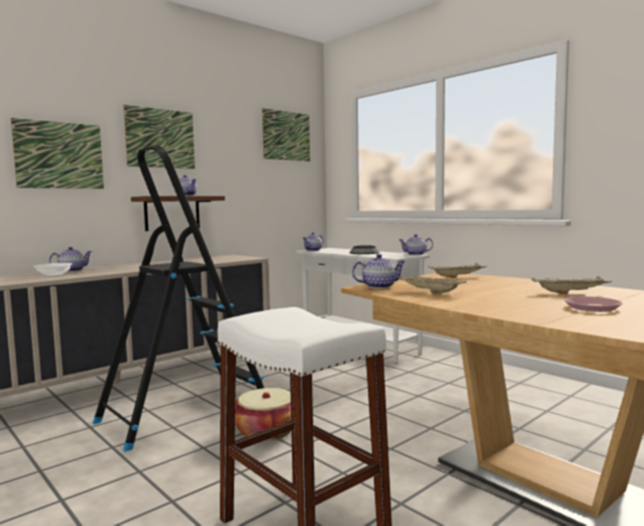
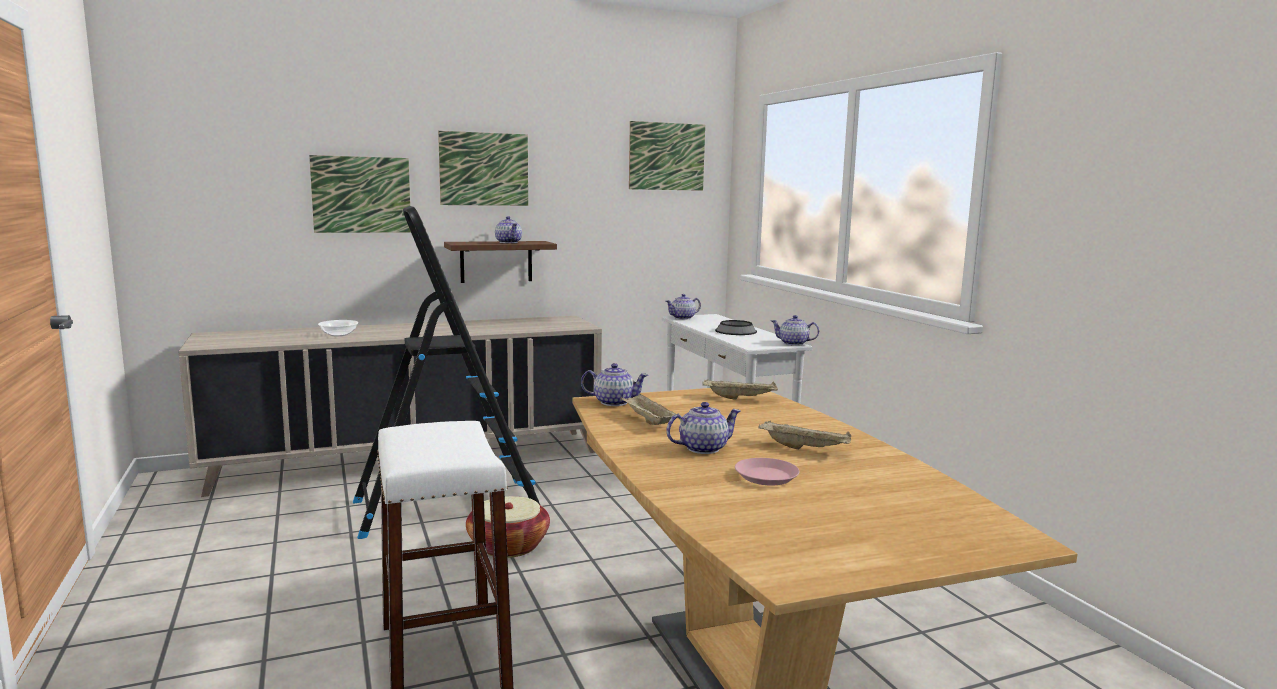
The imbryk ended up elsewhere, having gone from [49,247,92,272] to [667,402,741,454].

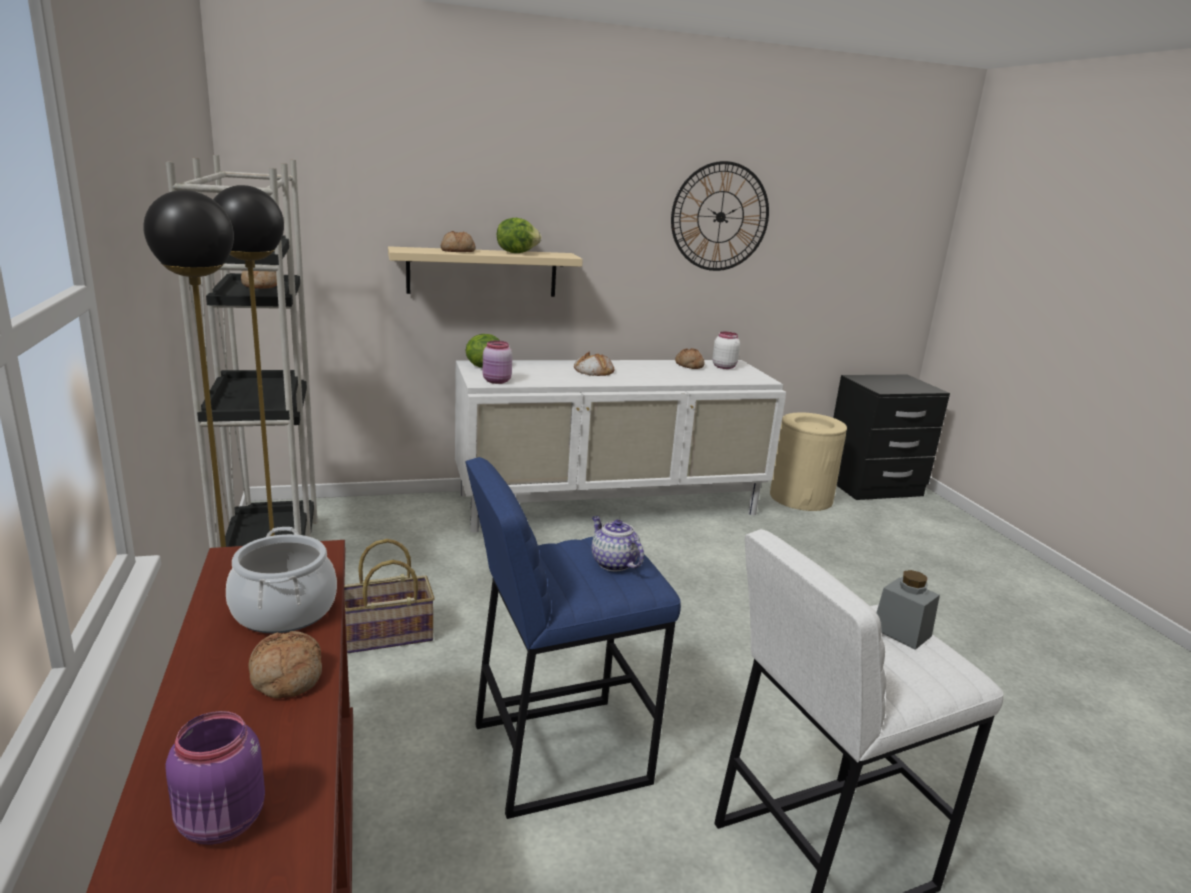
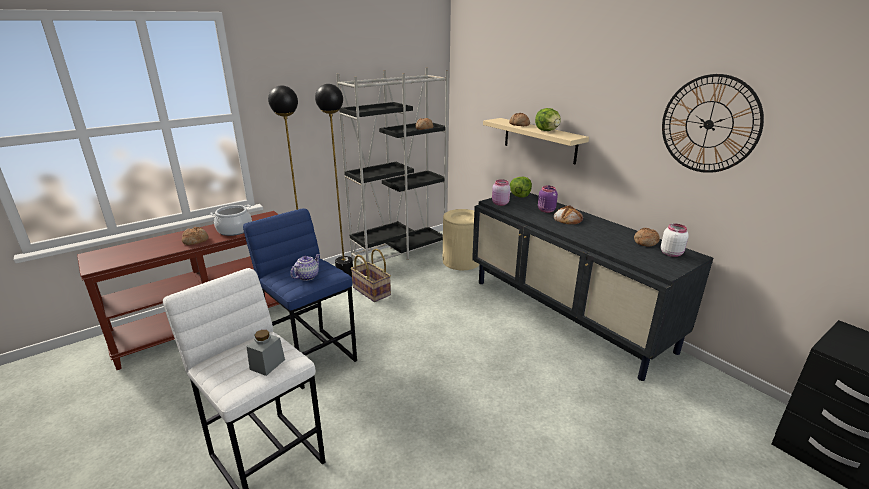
The słoik [fioletowy] ended up elsewhere, having gone from [165,711,265,845] to [538,186,558,213]. What was the szafka [biały] at [455,360,786,533] turned into the szafka [czarny] at [472,192,713,381]. The kosz na śmieci [beżowy] ended up elsewhere, having gone from [770,412,847,511] to [442,209,480,270].

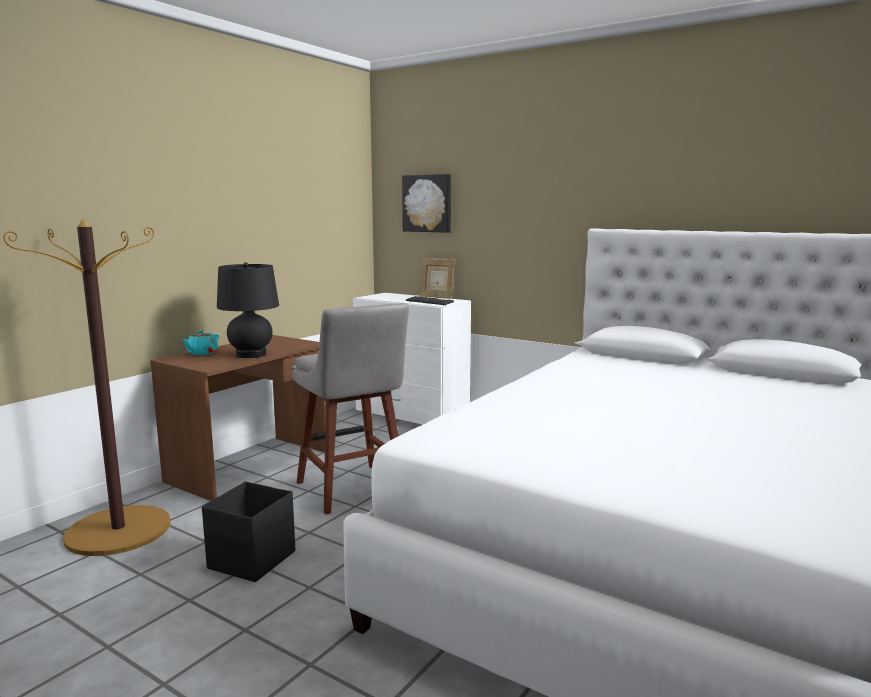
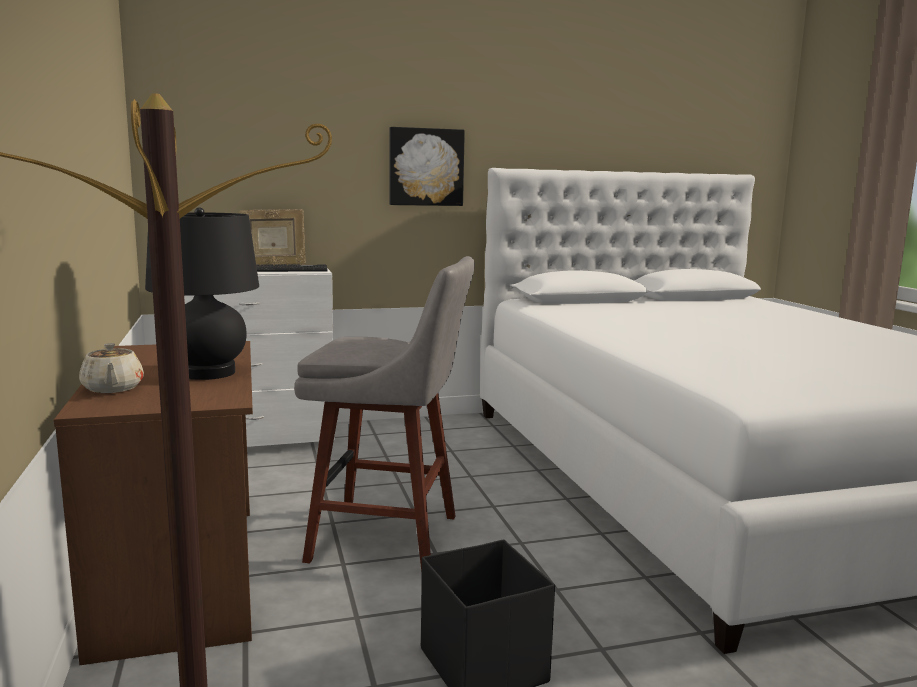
What was the imbryk [turkusowy] at [182,330,219,355] turned into the imbryk [beżowy] at [79,343,144,393]. The obraz ended up elsewhere, having gone from [402,174,451,233] to [389,127,465,206].

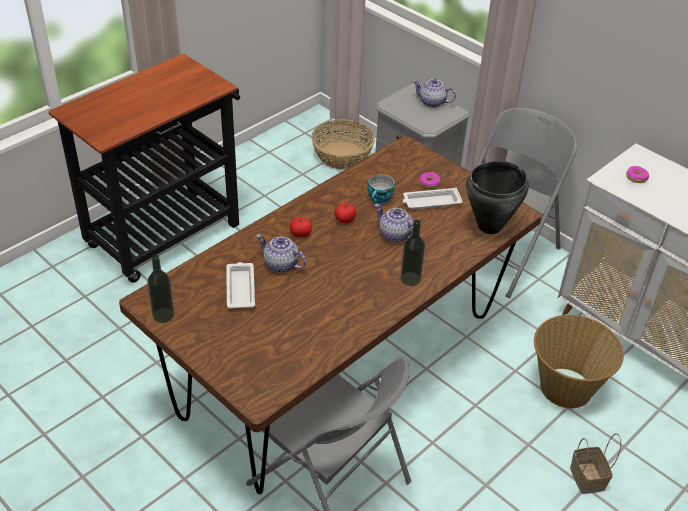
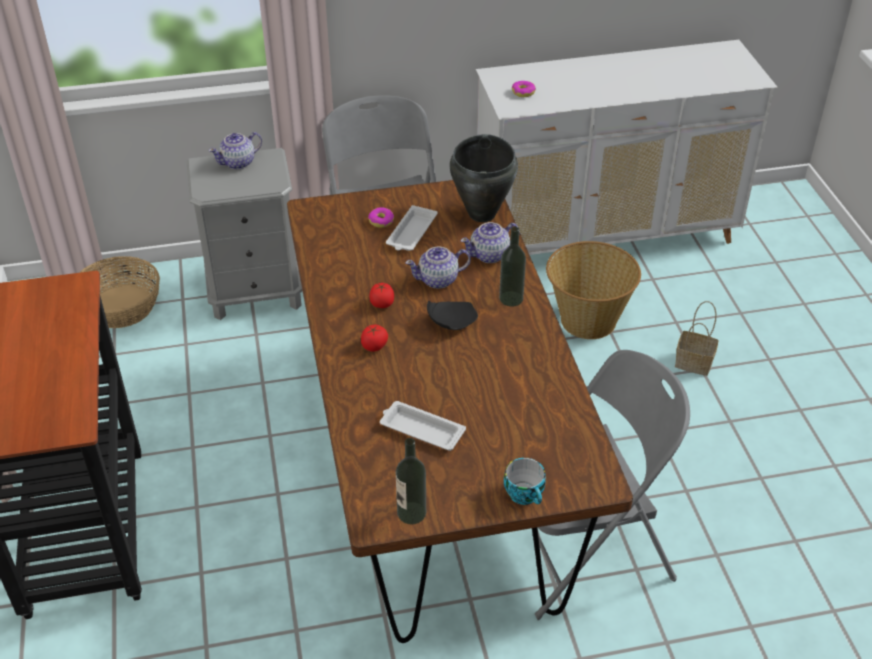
The imbryk ended up elsewhere, having gone from [256,234,307,273] to [461,222,520,263]. The filiżanka ended up elsewhere, having gone from [367,174,395,204] to [504,458,546,505]. The second view gained the talerz [czarny] at [427,301,478,330].

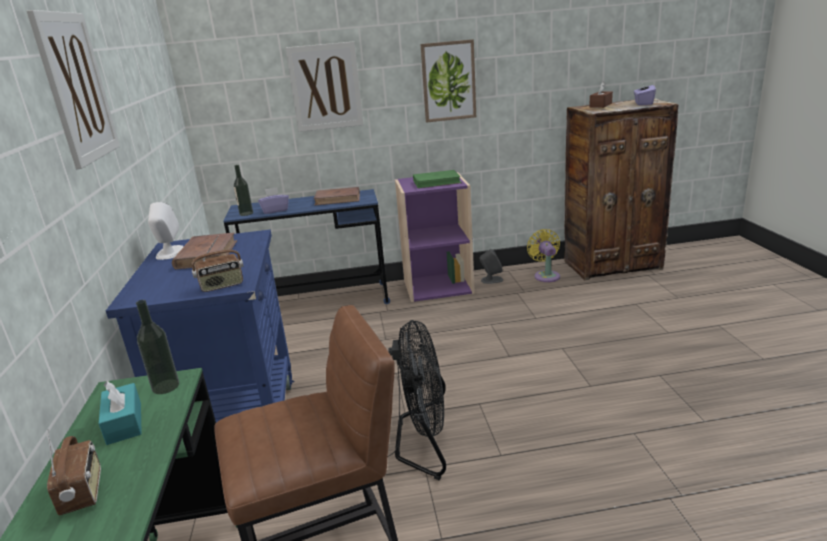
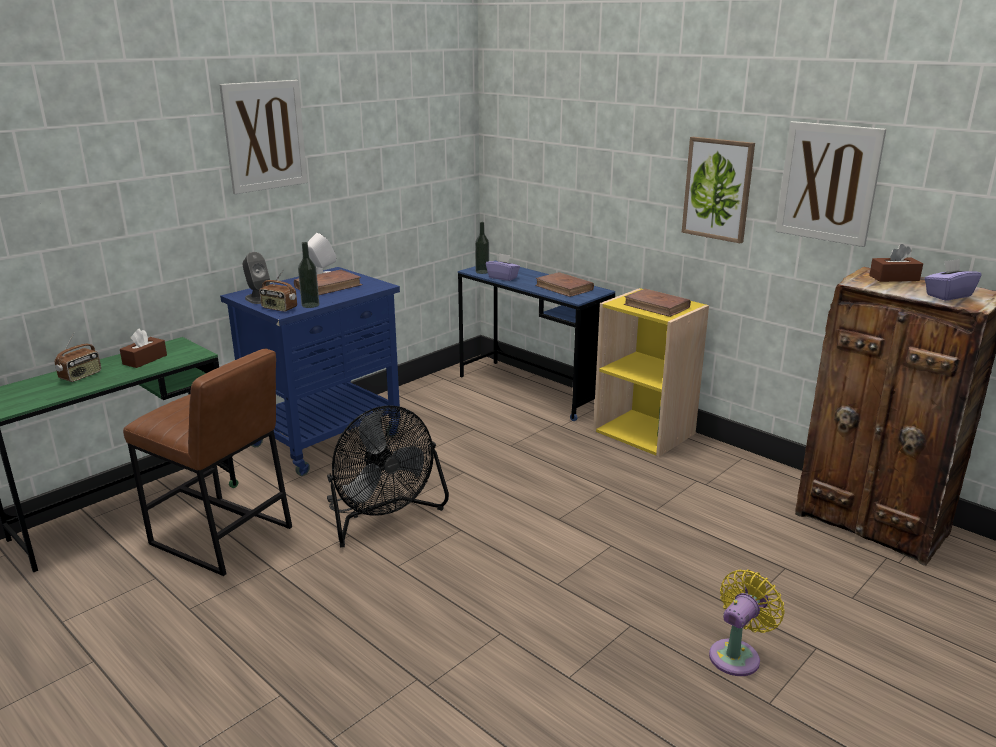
What was the pudełko chusteczek [turkusowy] at [99,381,142,445] turned into the pudełko chusteczek [brązowy] at [120,329,167,368]. The butelka ended up elsewhere, having gone from [136,300,179,394] to [298,242,319,308]. The obraz ended up elsewhere, having gone from [286,41,364,132] to [775,121,886,247]. What was the regał [fioletowy] at [395,172,475,302] turned into the regał [żółty] at [593,288,709,457]. What was the książka [zielony] at [413,170,462,188] turned into the książka [brązowy] at [624,289,691,317]. The głośnik [szary] ended up elsewhere, having gone from [480,249,503,284] to [243,252,270,304]. The wentylator [żółty] ended up elsewhere, having gone from [527,229,560,282] to [709,569,785,676].

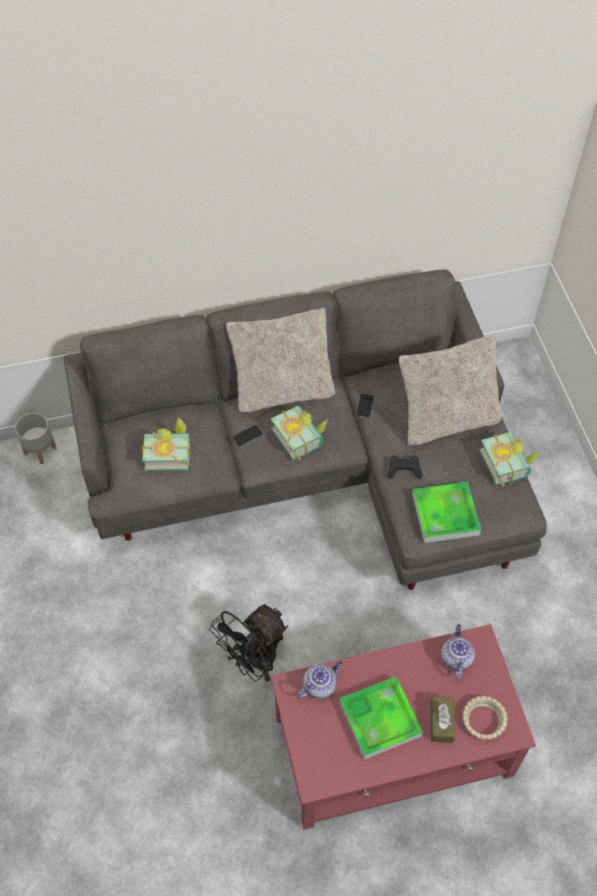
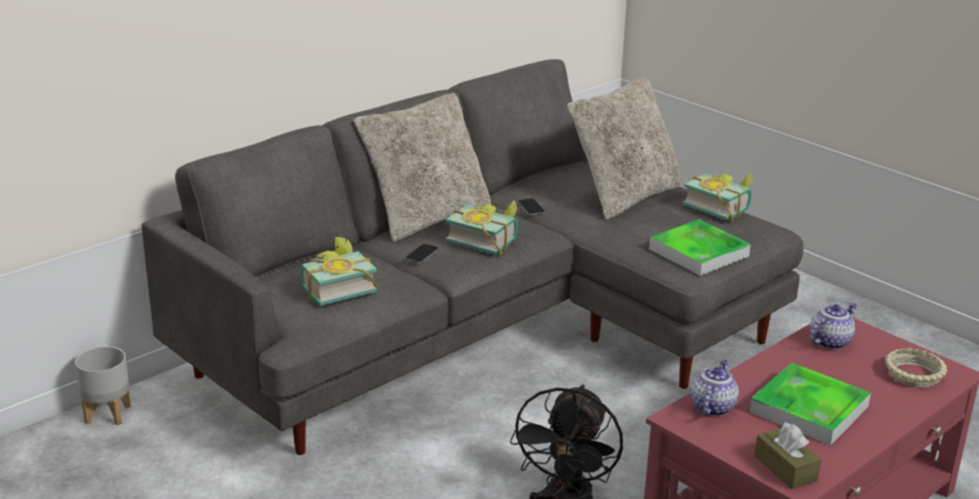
The second view lost the pad do gier [czarny] at [387,455,423,479]. The pudełko chusteczek [brązowy] ended up elsewhere, having gone from [431,696,455,743] to [754,423,821,489]. The imbryk at [441,624,475,680] ended up facing another way, 75 degrees clockwise from before.

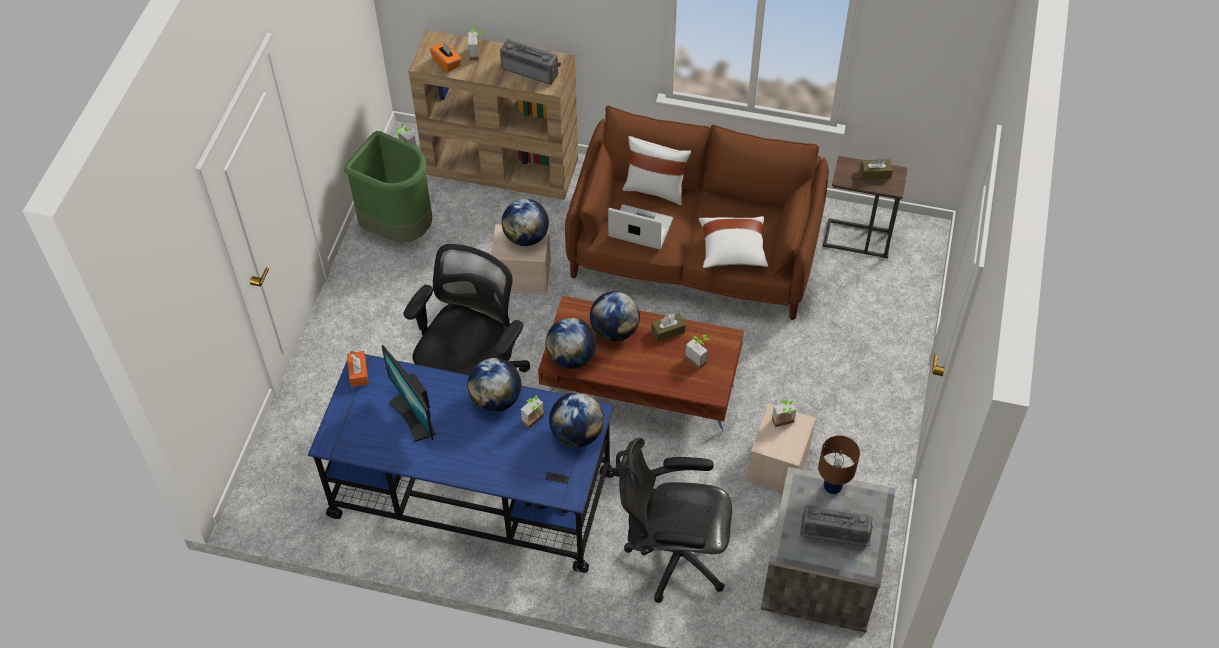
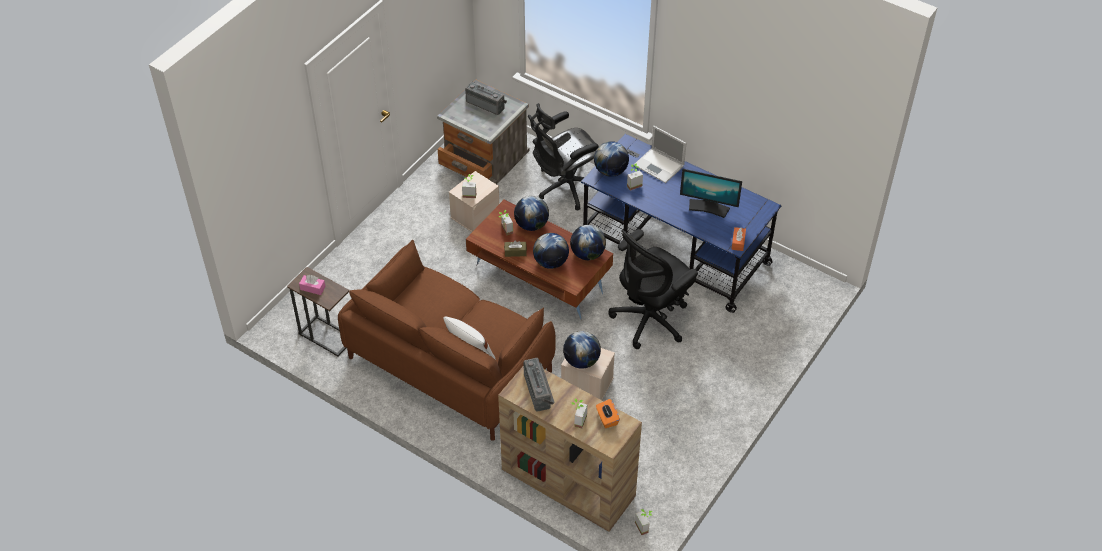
The second view lost the kosz na śmieci [zielony] at [344,131,432,242]. The monitor at [382,345,436,442] ended up facing another way, 120 degrees clockwise from before. The globus ended up elsewhere, having gone from [467,358,522,412] to [514,196,549,231]. The radio at [500,39,561,85] ended up facing another way, 150 degrees counterclockwise from before. The laptop ended up elsewhere, having gone from [608,204,673,250] to [634,126,687,183]. The krzesło biurowe at [614,438,732,603] ended up facing another way, 120 degrees clockwise from before. The second view lost the poduszka [biały] at [699,216,768,268]. The second view lost the lampa stołowa [brązowy] at [818,435,860,494]. What was the pudełko chusteczek [brązowy] at [860,158,893,180] turned into the pudełko chusteczek [różowy] at [299,275,326,295].

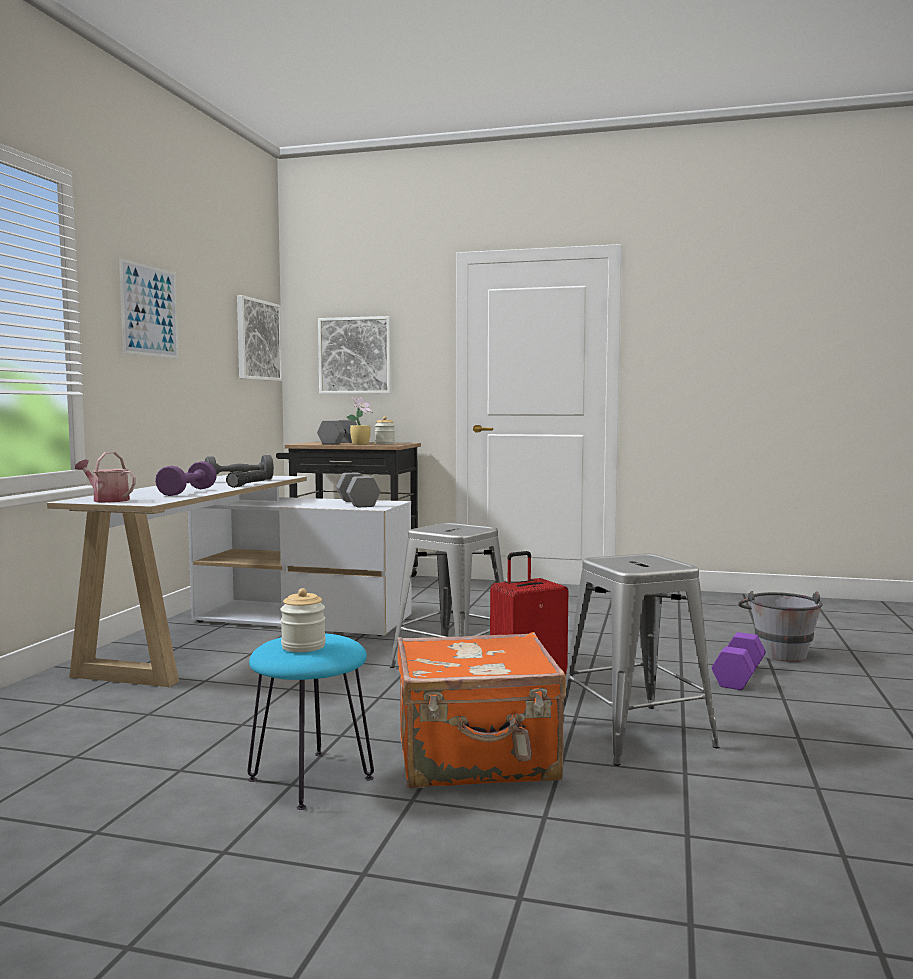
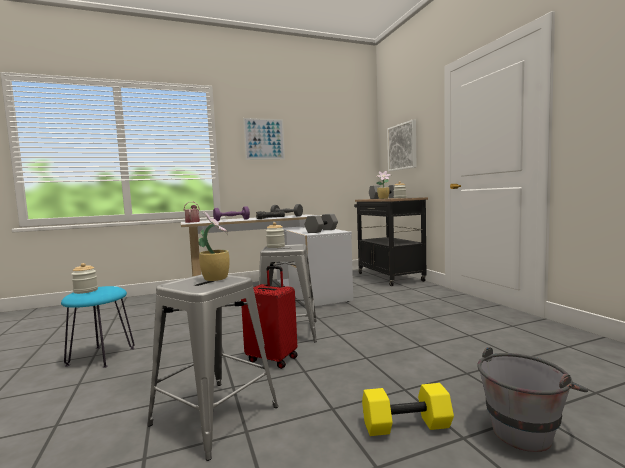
The second view lost the obraz at [237,295,282,381]. The second view lost the walizka [pomarańczowy] at [397,632,566,788]. What was the hantel [fioletowy] at [711,632,766,690] turned into the hantel [żółty] at [362,383,454,436]. The second view gained the roślina doniczkowa at [198,211,230,281]. The second view gained the słoik at [266,222,285,248].

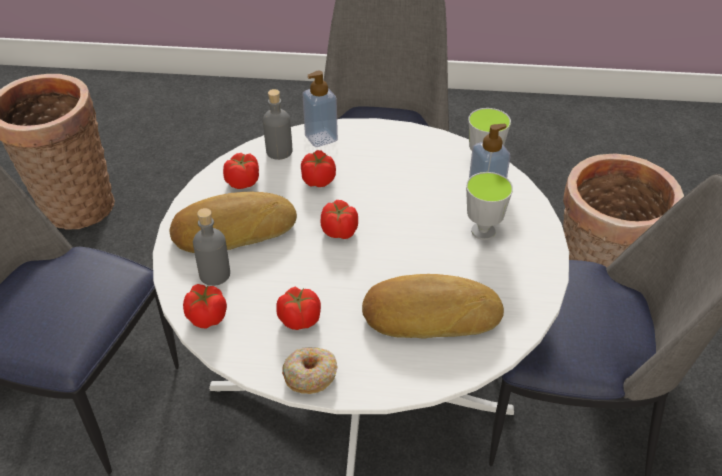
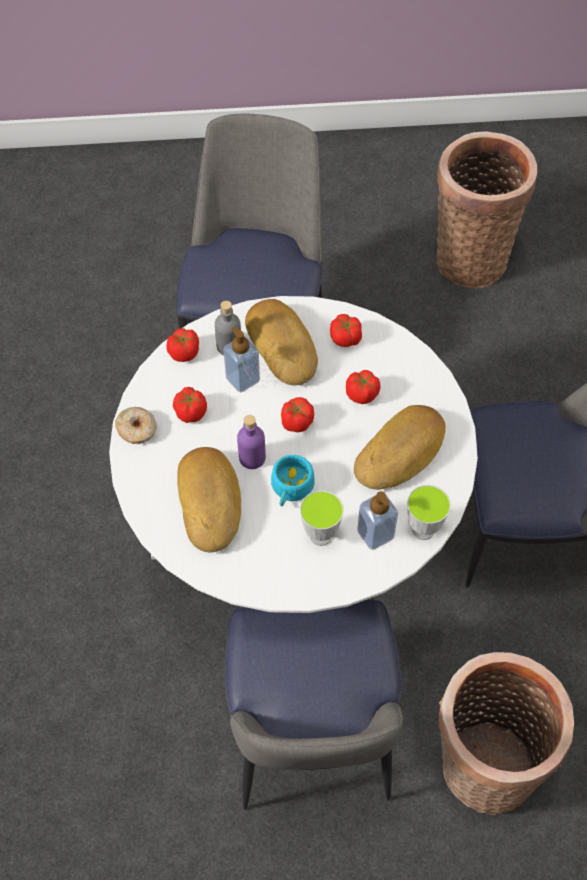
The second view lost the butelka [szary] at [263,89,292,160]. The dozownik mydła ended up elsewhere, having gone from [302,71,338,147] to [223,326,260,393]. The second view gained the butelka [fioletowy] at [237,415,266,469]. The second view gained the filiżanka [turkusowy] at [271,455,314,506]. The second view gained the chleb at [354,405,446,490].

